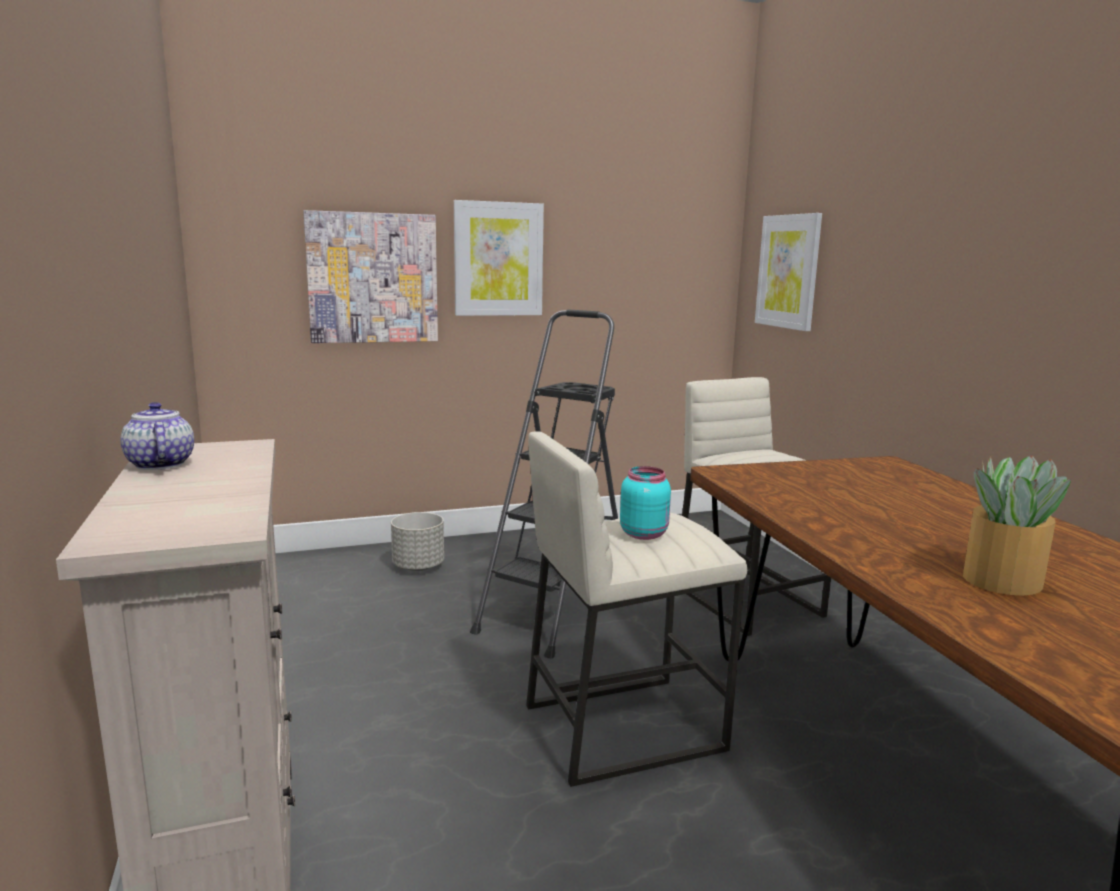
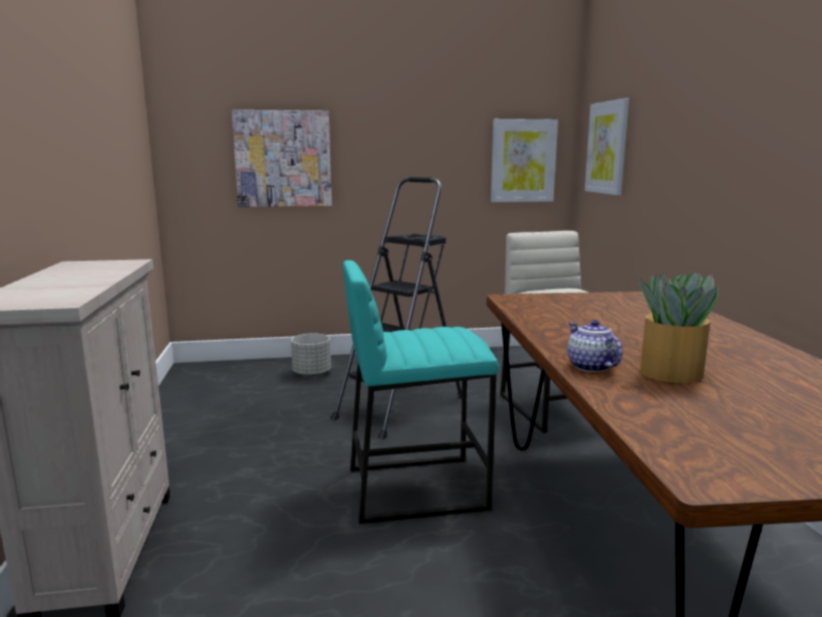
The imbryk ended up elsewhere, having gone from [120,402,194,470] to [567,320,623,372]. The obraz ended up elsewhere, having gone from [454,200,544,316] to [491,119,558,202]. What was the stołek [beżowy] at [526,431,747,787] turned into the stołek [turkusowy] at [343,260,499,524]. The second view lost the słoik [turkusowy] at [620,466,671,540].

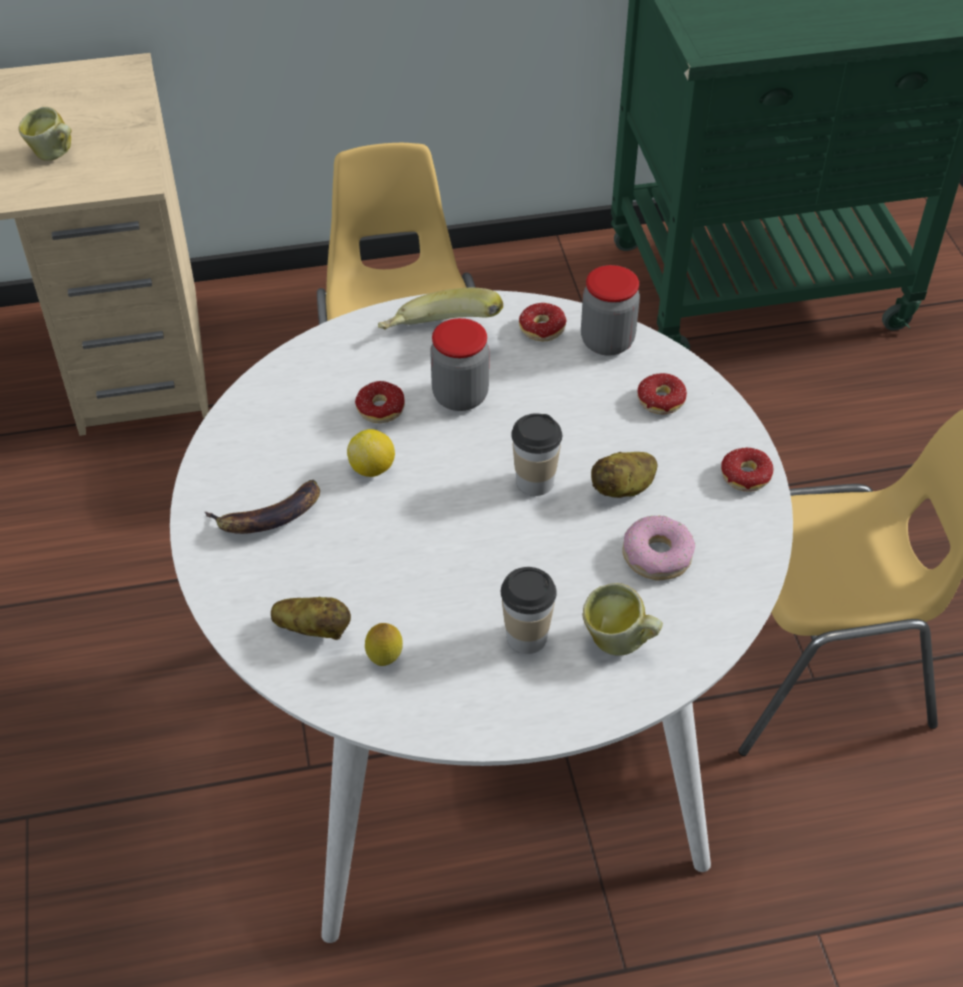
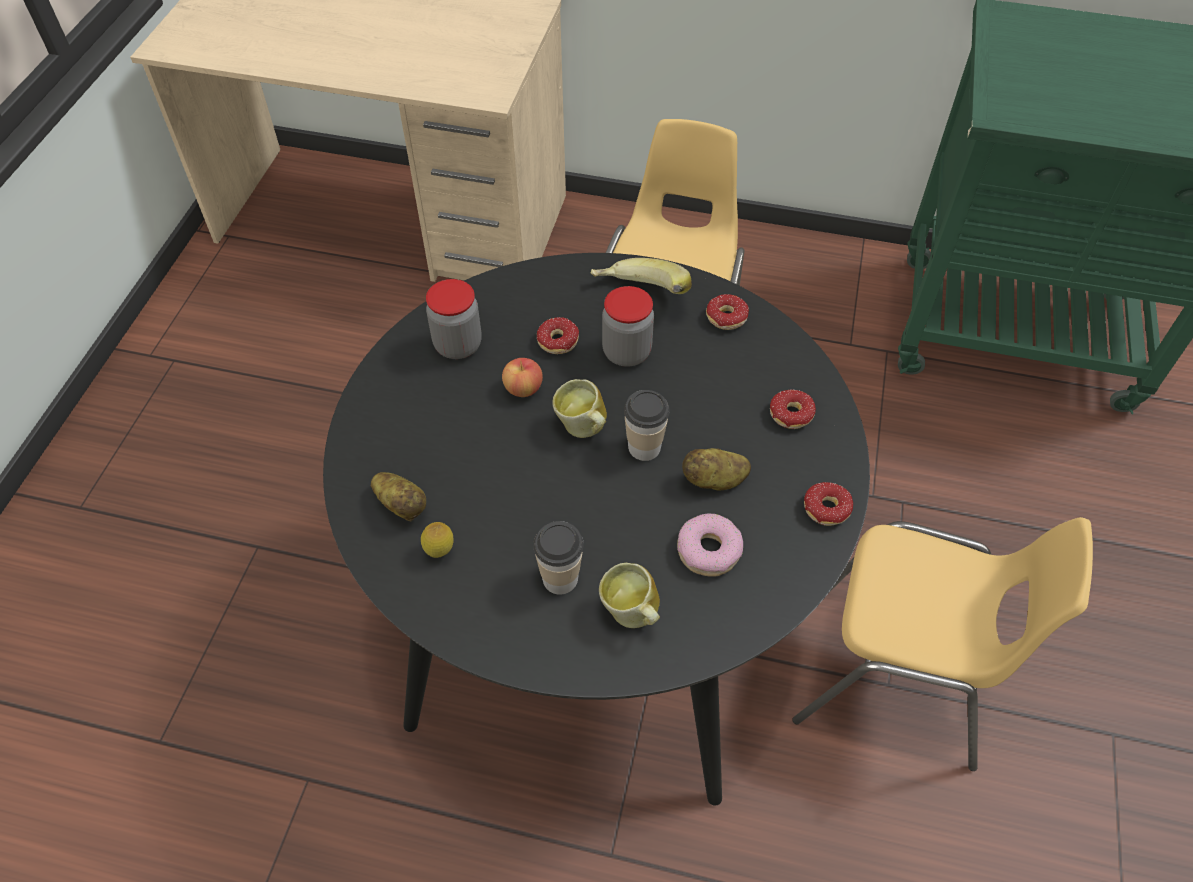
The kubek ended up elsewhere, having gone from [19,107,72,161] to [552,379,607,438]. What was the stół jadalny [biały] at [170,290,793,943] turned into the stół jadalny [czarny] at [323,253,870,806]. The second view lost the banan at [205,480,320,534]. Where the cytryna stood at [347,429,395,477], the jabłko came to stand at [502,358,543,397]. The słoik ended up elsewhere, having gone from [581,265,640,356] to [426,279,482,359].

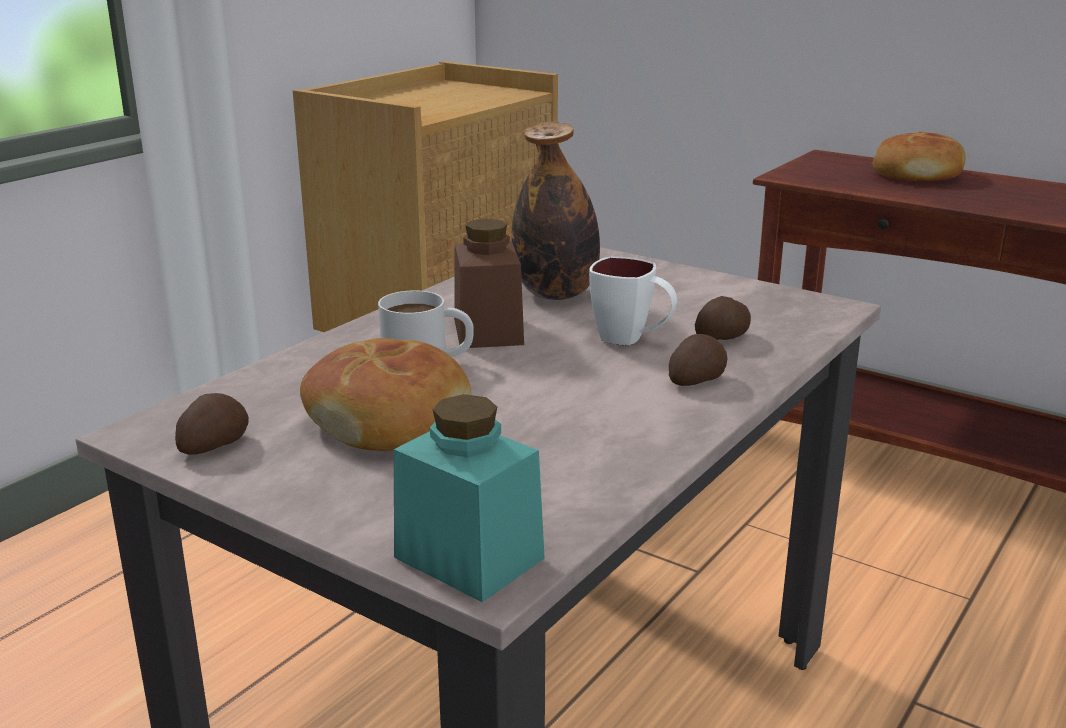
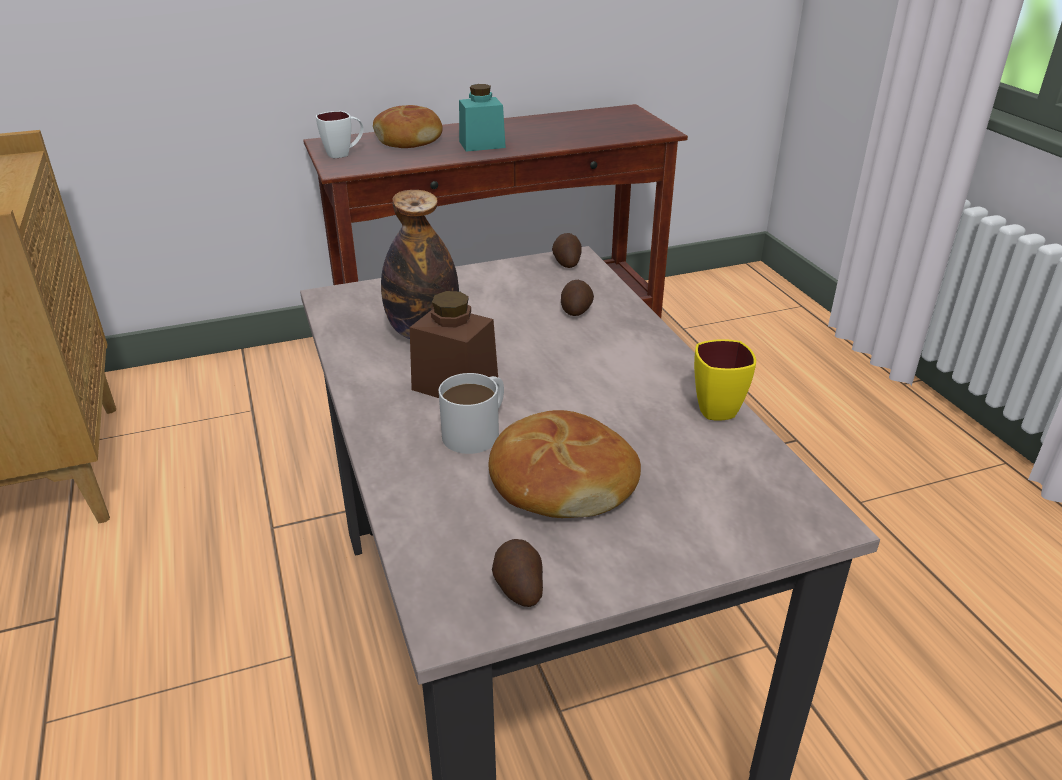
The słoik [turkusowy] ended up elsewhere, having gone from [394,394,545,602] to [459,84,506,152]. The kubek [biały] ended up elsewhere, having gone from [589,257,677,346] to [316,111,364,158]. The ziemniak ended up elsewhere, having gone from [669,334,727,386] to [552,233,582,268]. The second view gained the kubek [żółty] at [694,339,756,421].

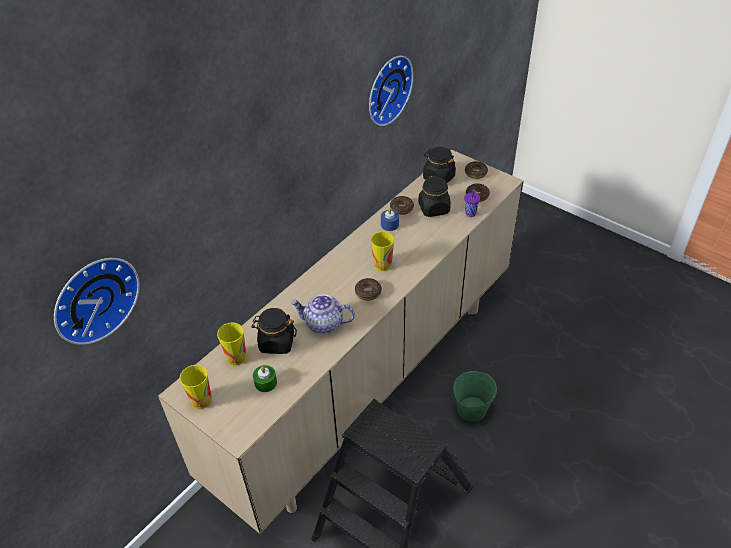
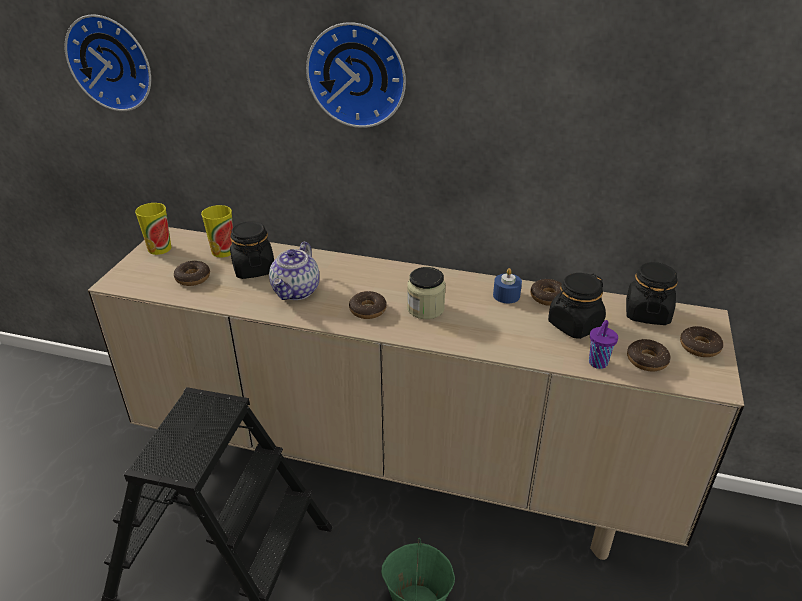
Where the świeca [zielony] stood at [253,365,277,392], the donut came to stand at [174,261,210,286]. The imbryk at [290,294,355,334] ended up facing another way, 150 degrees counterclockwise from before. The zegar ścienny ended up elsewhere, having gone from [369,56,414,126] to [306,22,406,128]. Where the filiżanka stood at [371,232,394,271], the słoik came to stand at [407,267,446,319].

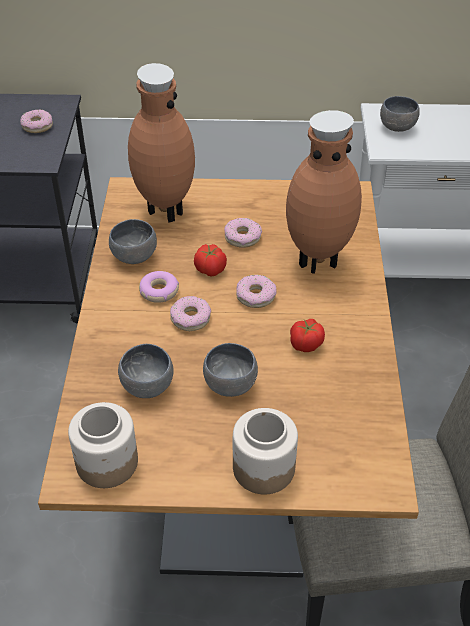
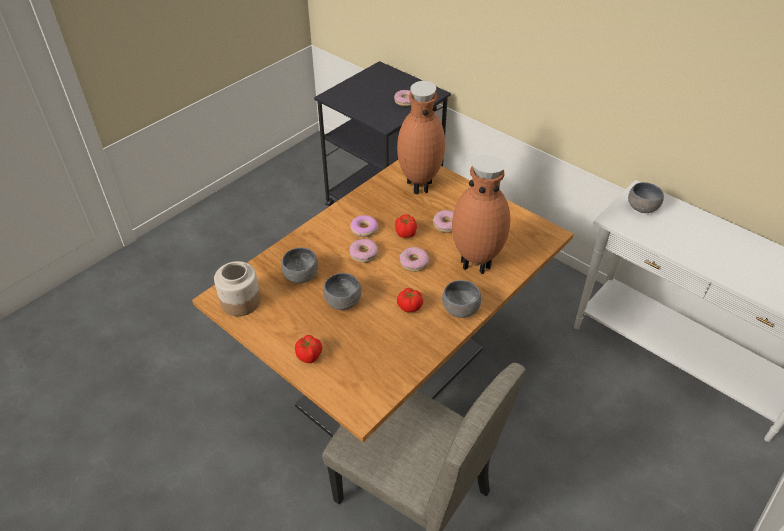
The miska [szary] ended up elsewhere, having gone from [109,219,157,264] to [442,280,481,318]. Where the słoik stood at [233,408,298,494], the pomidor came to stand at [295,335,322,363].

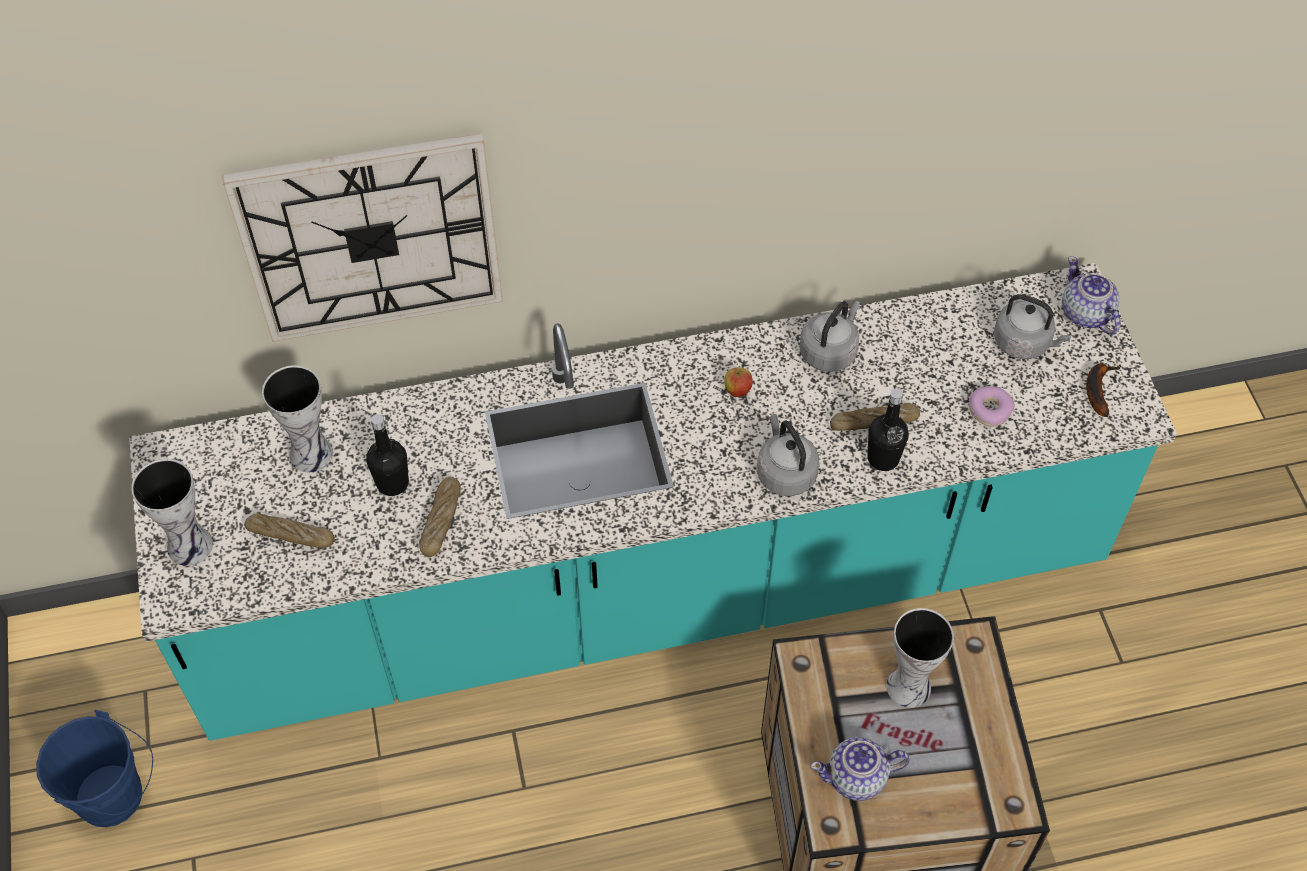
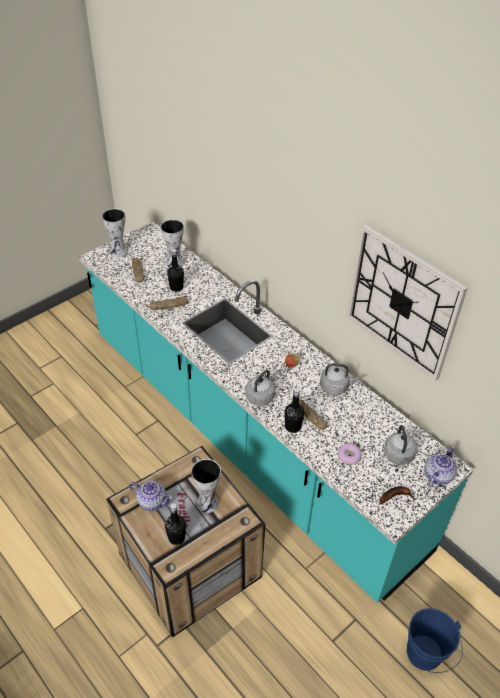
The wiadro [niebieski] ended up elsewhere, having gone from [36,710,153,827] to [407,608,463,673]. The zegar ścienny ended up elsewhere, having gone from [222,133,503,342] to [347,224,468,381]. The imbryk at [810,737,910,801] ended up facing another way, 150 degrees clockwise from before. The second view gained the butelka [czarny] at [165,503,186,545].

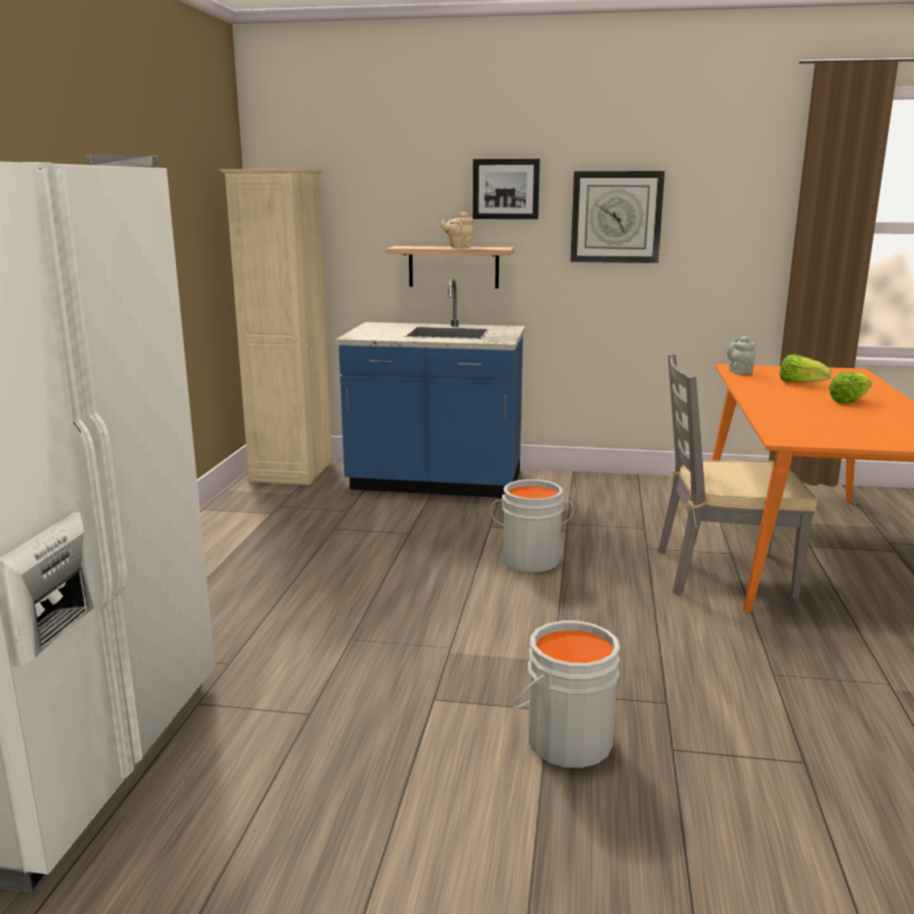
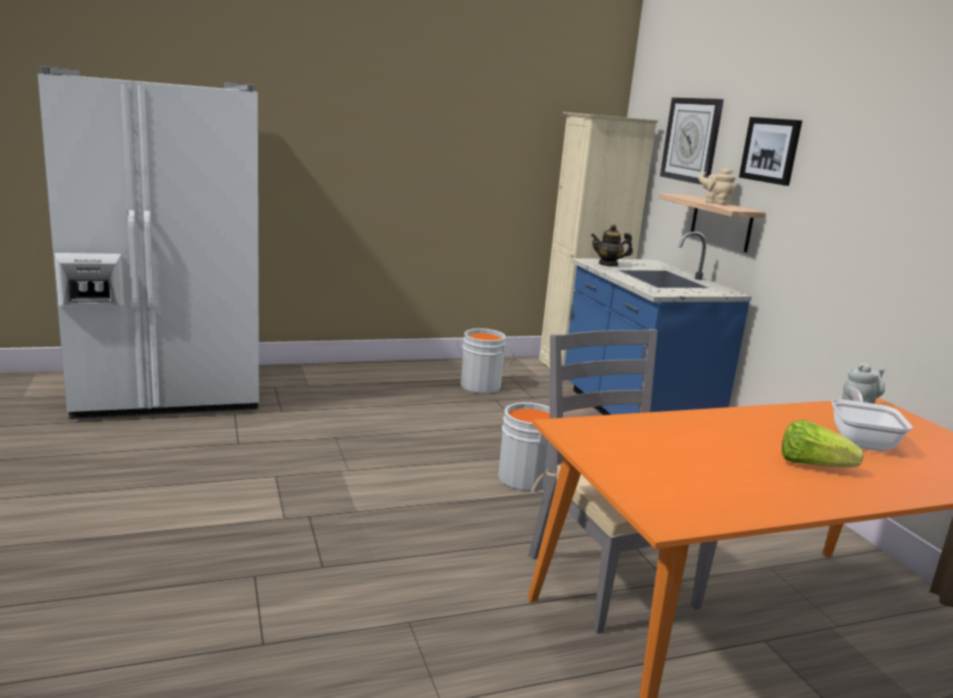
The wiadro [szary] ended up elsewhere, having gone from [512,620,620,768] to [457,328,514,393]. The zegar ścienny ended up elsewhere, having gone from [570,171,665,263] to [660,97,724,185]. Where the sałata stood at [779,354,832,382], the patelnia came to stand at [832,387,912,452]. The second view gained the imbryk at [591,225,633,267].

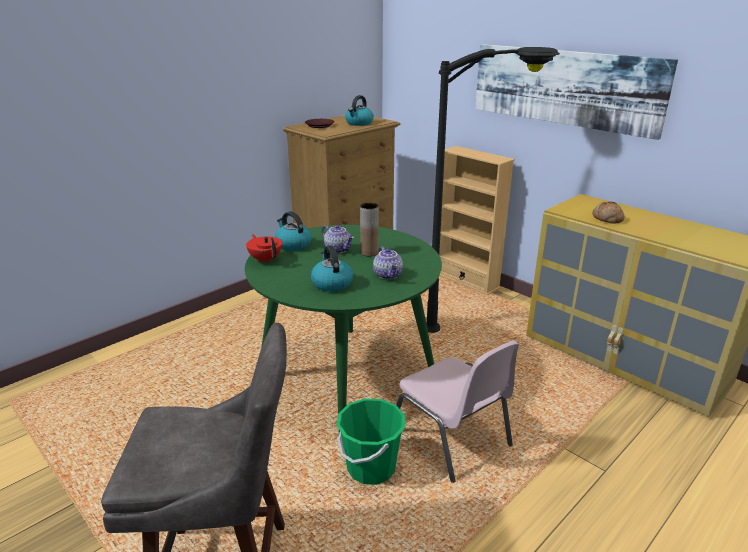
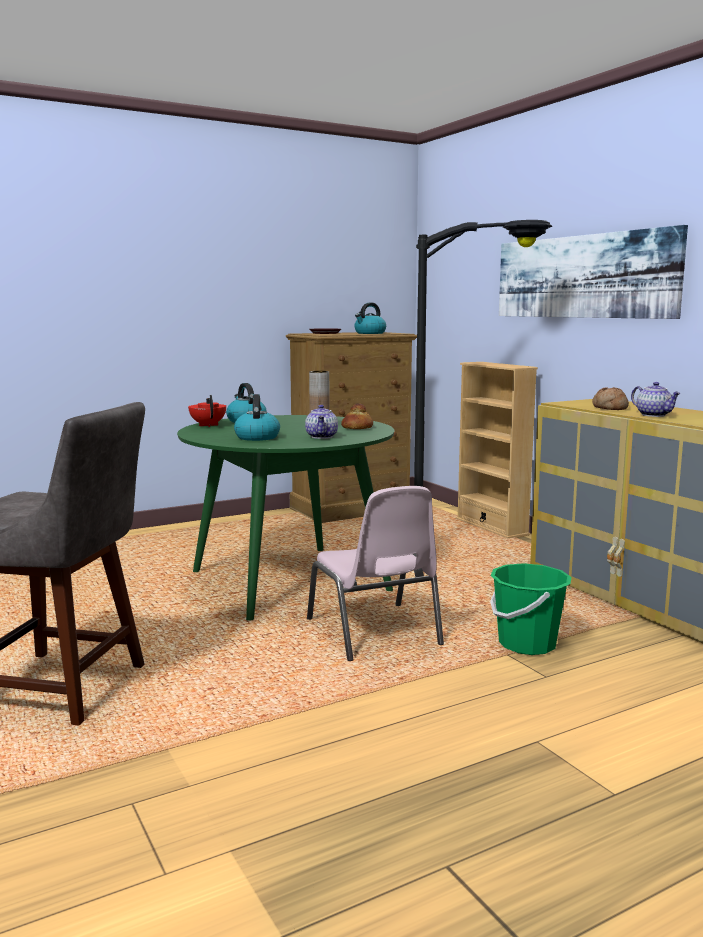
The imbryk ended up elsewhere, having gone from [322,225,354,253] to [631,382,681,417]. The wiadro [zielony] ended up elsewhere, having gone from [336,399,405,485] to [490,563,571,655]. The second view gained the chleb at [341,403,373,429].

